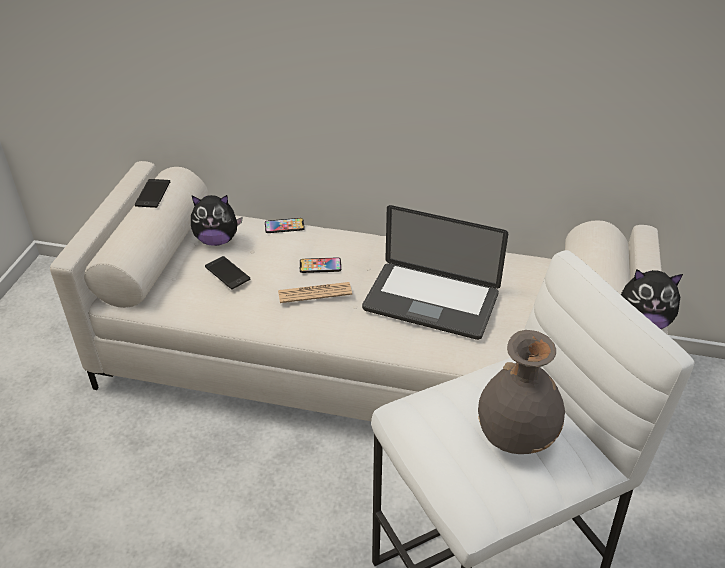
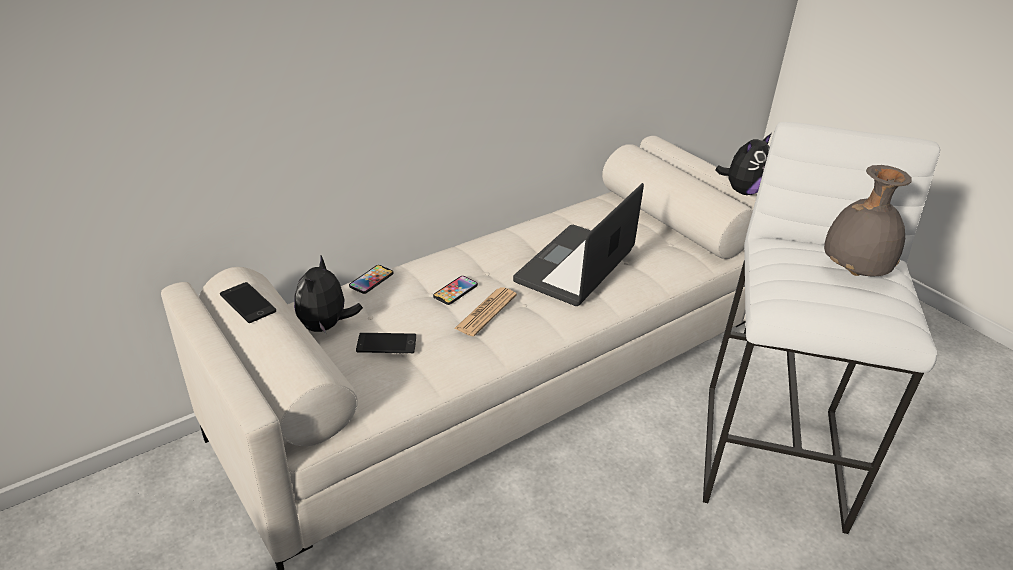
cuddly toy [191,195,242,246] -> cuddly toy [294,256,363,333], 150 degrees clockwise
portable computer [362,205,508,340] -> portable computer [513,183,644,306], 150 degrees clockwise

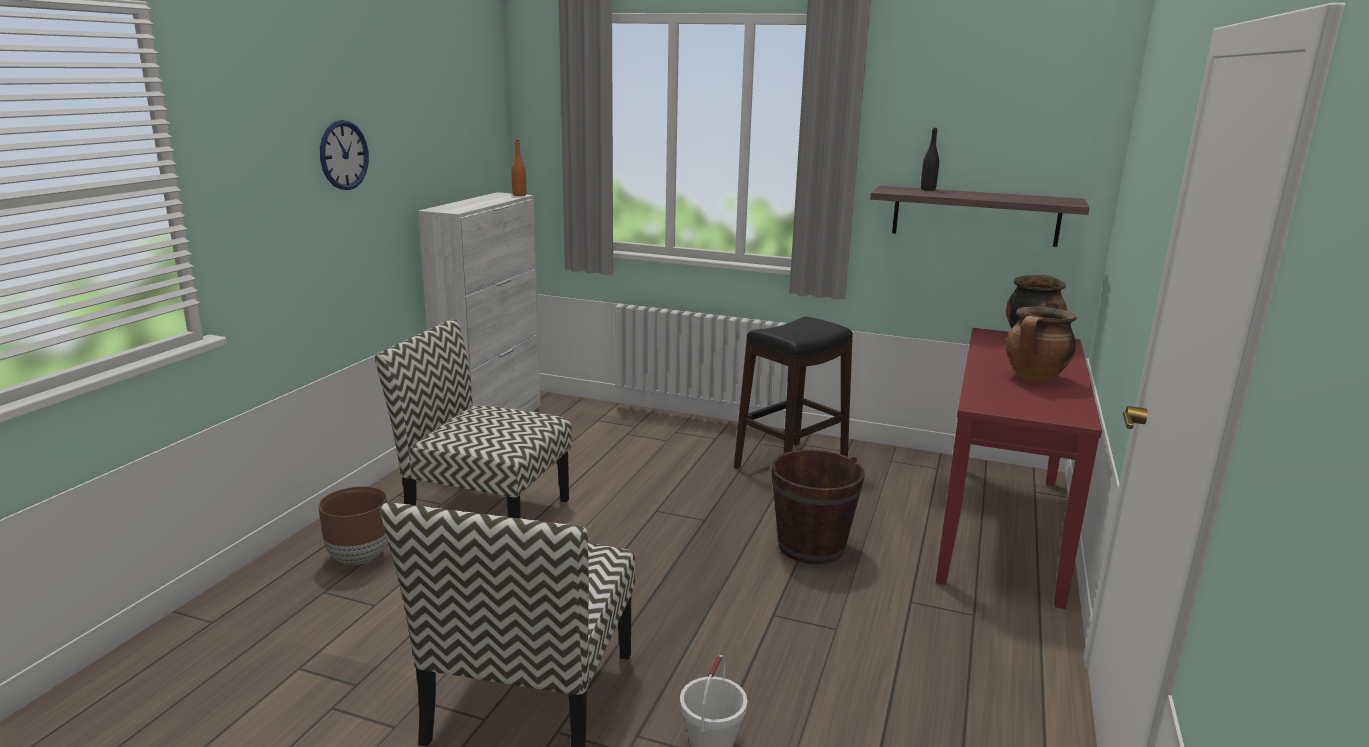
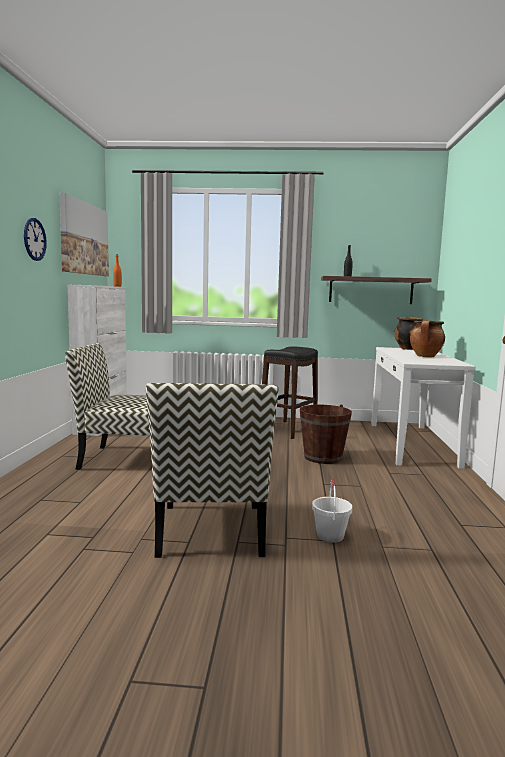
brownish planter [318,486,388,565] -> none
none -> wall picture [59,193,109,276]
red narrow table [936,328,1102,609] -> white narrow table [371,347,476,469]

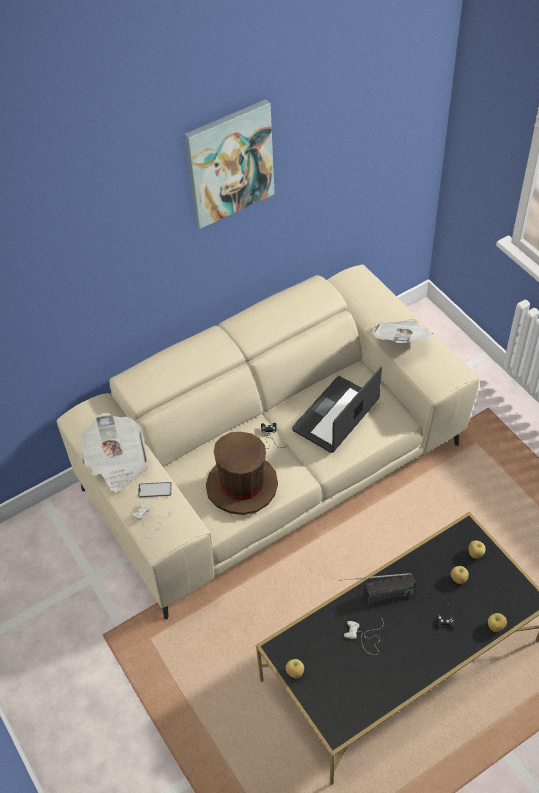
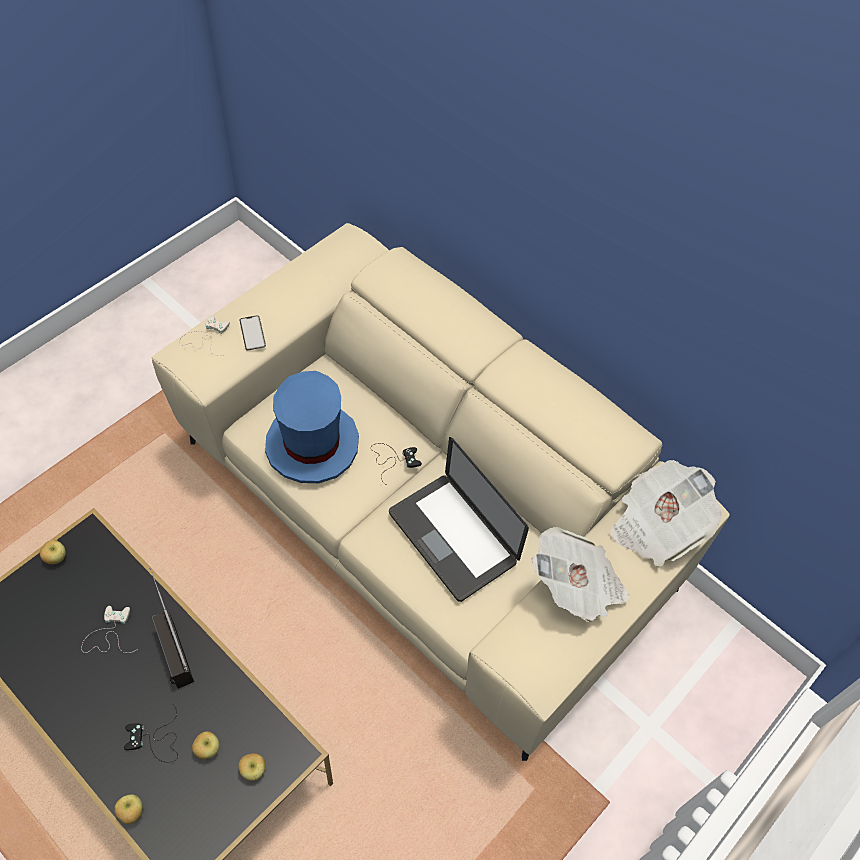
wall picture [185,99,275,229] -> none
printed paper [81,412,148,492] -> printed paper [610,460,722,567], move
brownish wearable hat [206,432,278,515] -> blue-coloured wearable hat [265,371,359,483]
portable computer [292,366,382,453] -> portable computer [389,437,529,602], 150 degrees counterclockwise

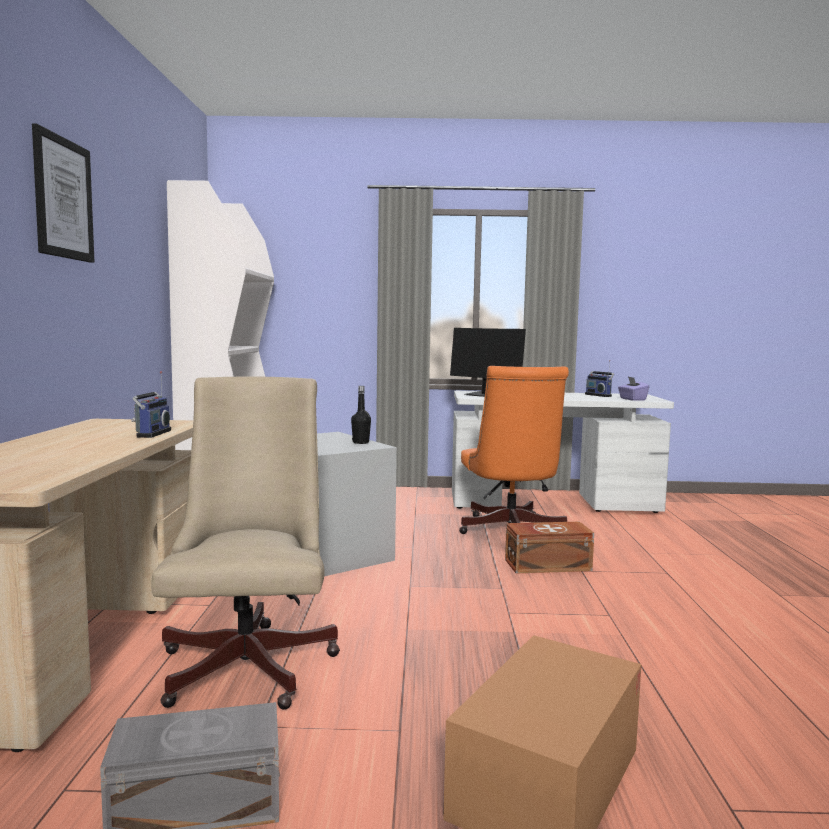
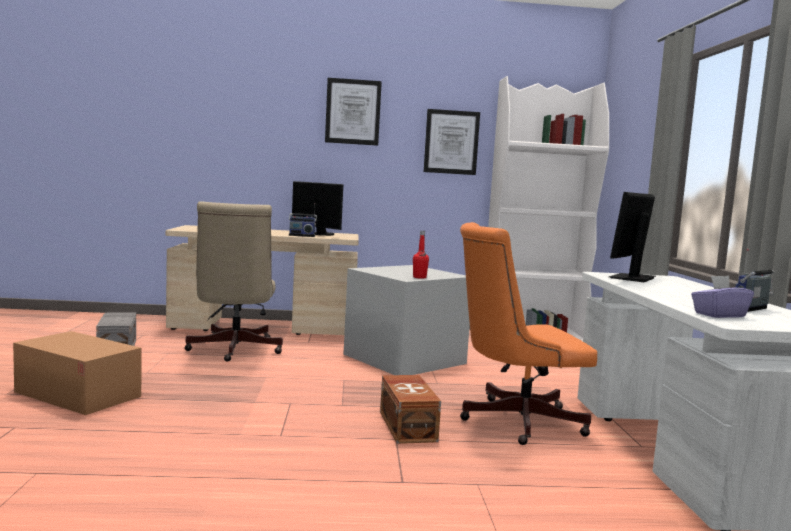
none -> monitor [292,181,343,236]
none -> wall picture [424,109,480,175]
black drink bottle [351,386,371,444] -> red drink bottle [413,231,429,279]
beige-coloured computer chair [151,376,340,710] -> beige-coloured computer chair [184,201,283,362], 90 degrees clockwise

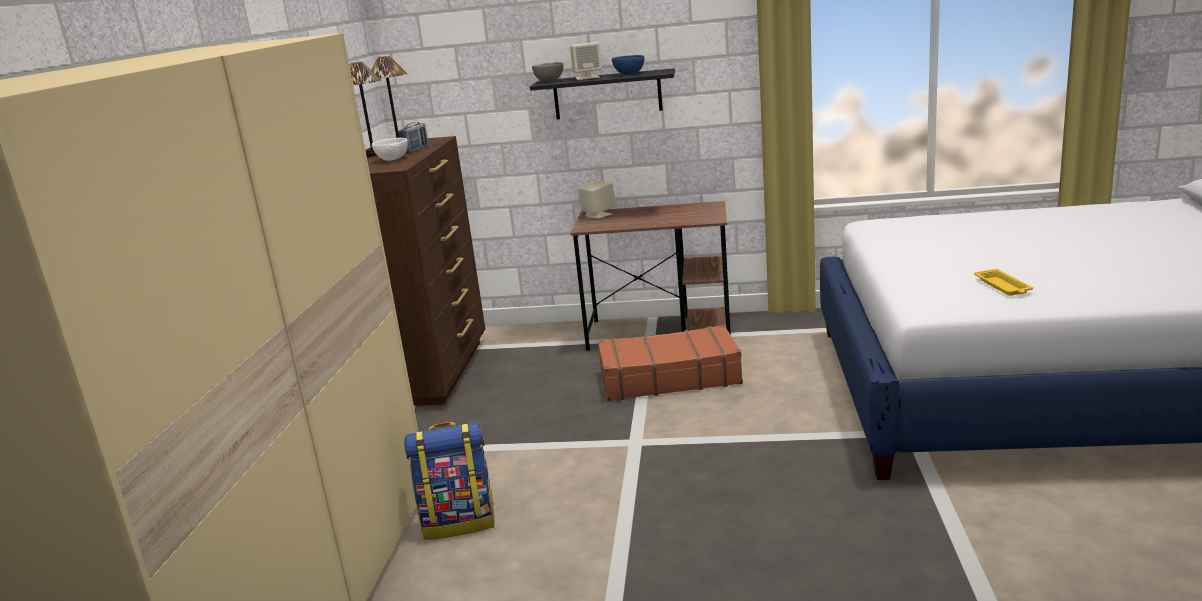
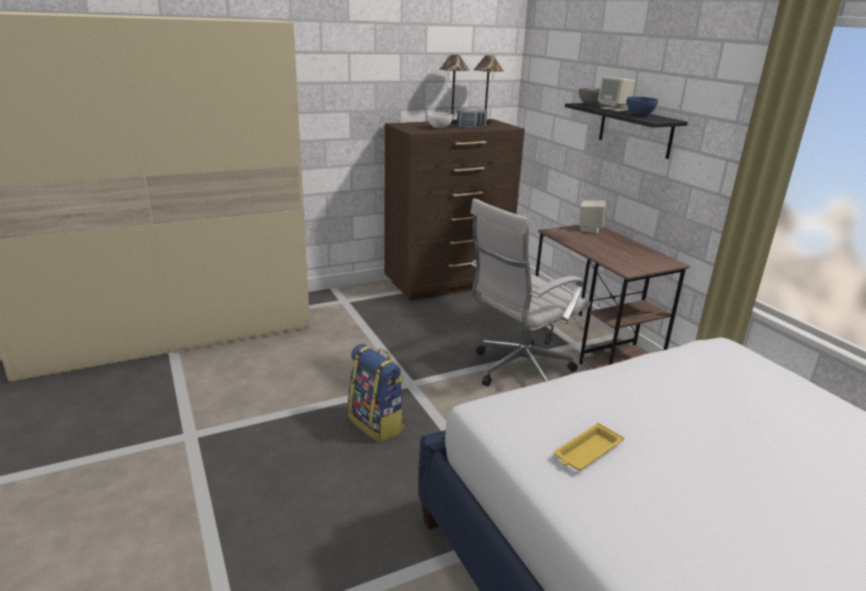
backpack [404,422,494,540] -> backpack [348,344,404,443], move
brownish travel case [598,325,743,401] -> white computer chair [470,198,591,386]

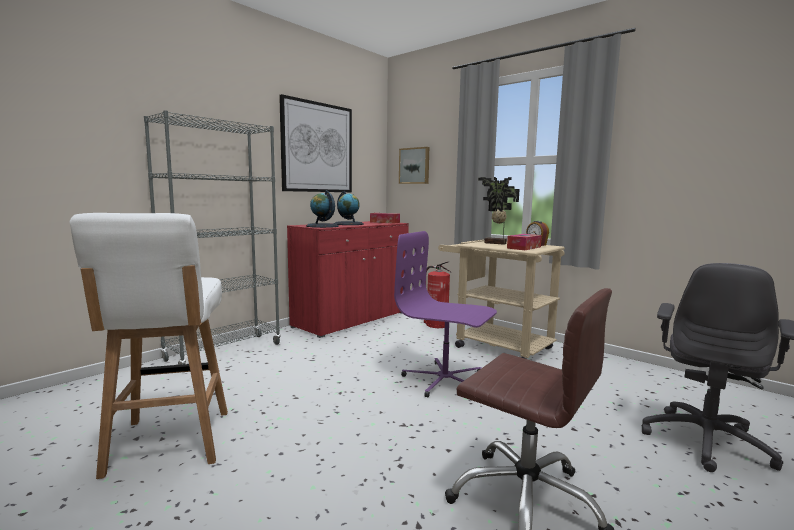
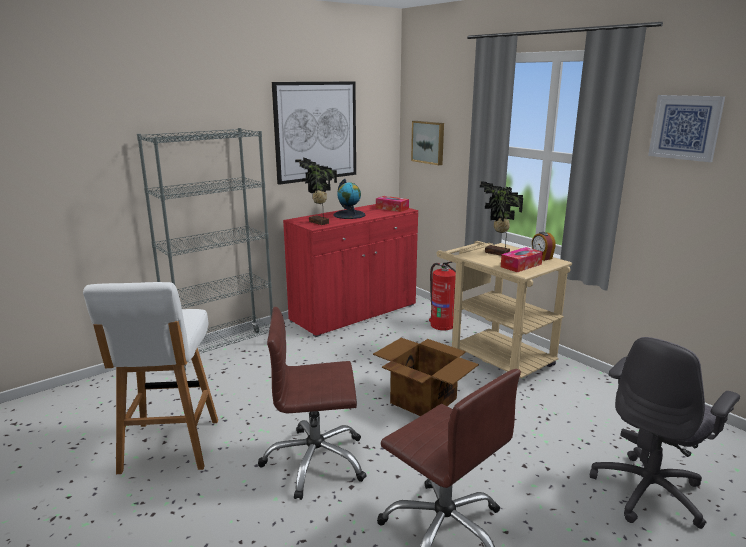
none -> brownish computer chair [258,307,367,500]
none -> wall picture [648,95,725,162]
world globe [306,190,339,228] -> plant in a pot [295,158,337,225]
purple computer chair [394,231,497,398] -> cardboard box [373,338,479,416]

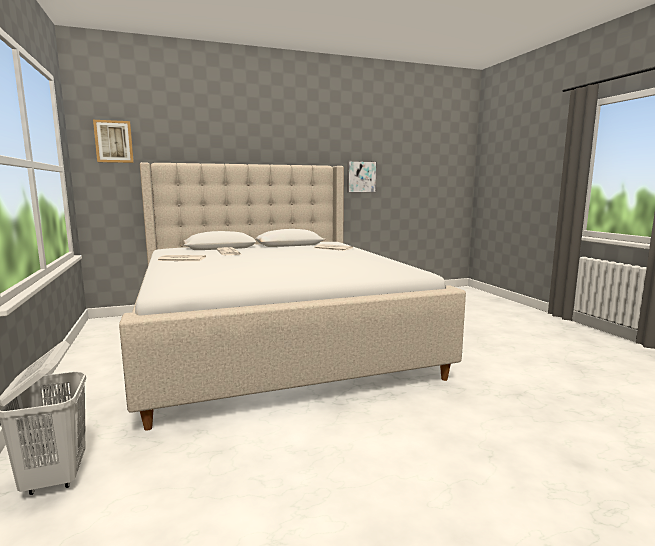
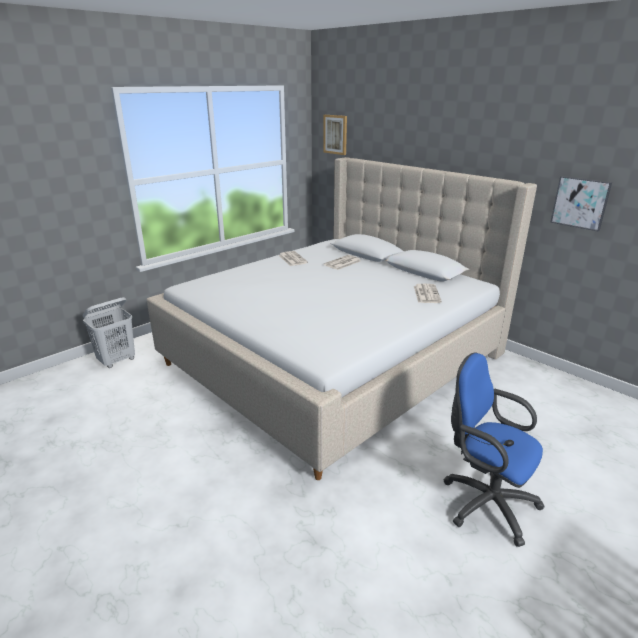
none -> blue-coloured computer chair [443,353,545,547]

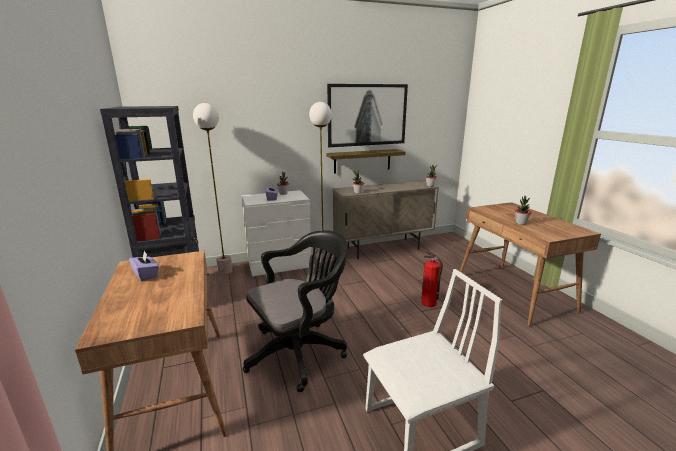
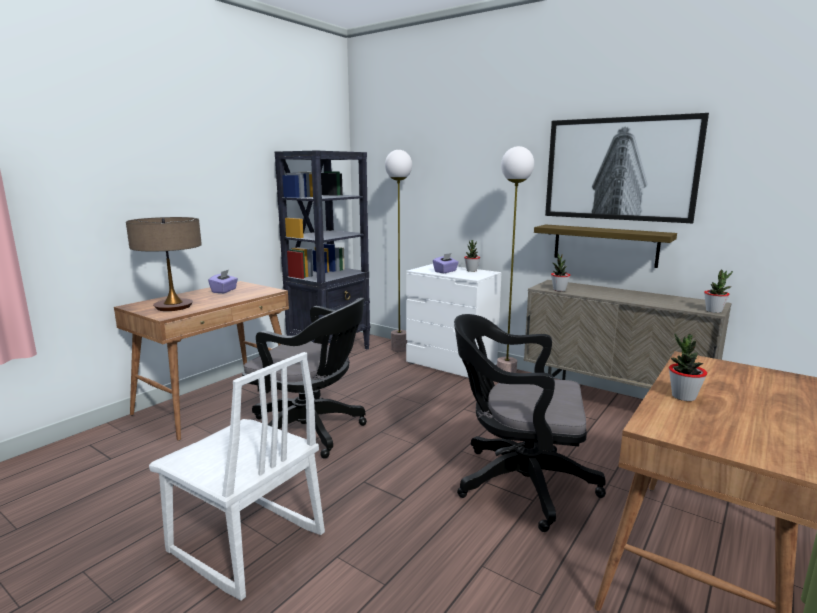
none -> table lamp [126,217,202,311]
extinguisher [421,251,443,307] -> black computer chair [454,314,606,532]

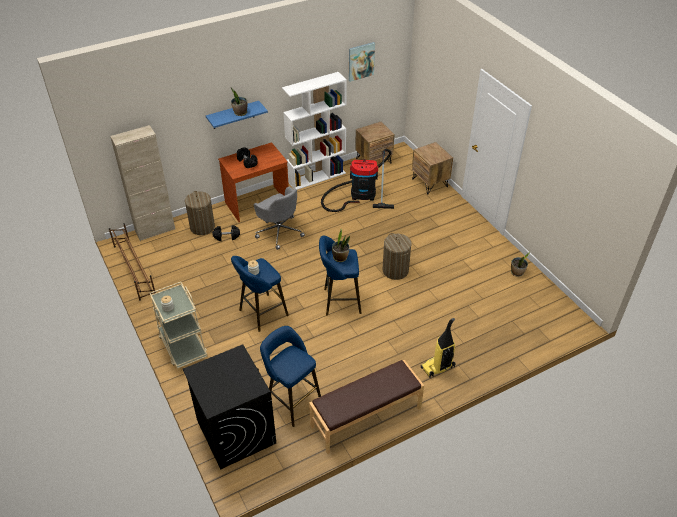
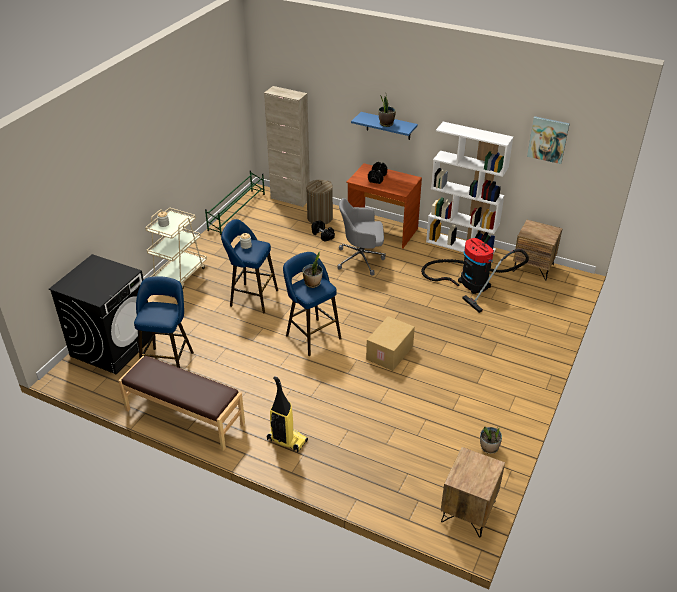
brownish nightstand [412,142,453,194] -> brownish nightstand [441,447,505,538], move
laundry basket [383,233,411,280] -> cardboard box [366,316,415,371]
brownish shoe rack [109,223,156,301] -> green shoe rack [205,170,265,235]
grey computer chair [253,187,305,250] -> grey computer chair [337,198,386,276], 75 degrees clockwise

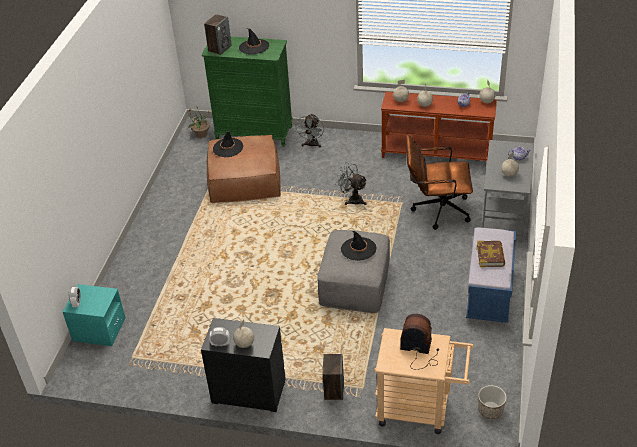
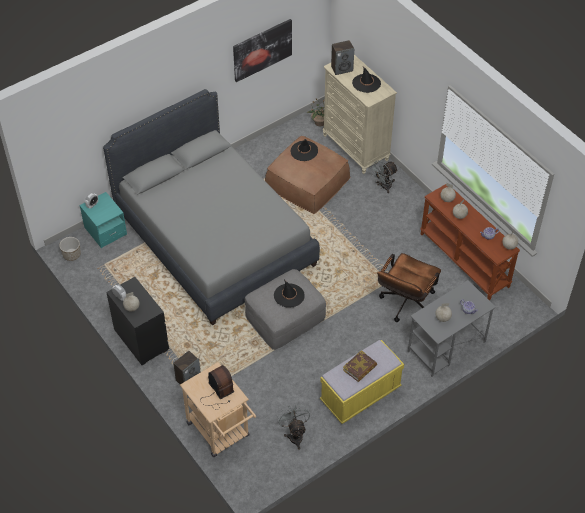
none -> grey sleeping bed [103,89,320,326]
none -> wall picture [233,19,292,82]
grey electric fan [336,162,367,205] -> grey electric fan [278,404,310,449], move
planter [478,385,507,419] -> planter [59,237,81,261], move
green drawer chest [202,36,293,147] -> beige-coloured drawer chest [323,55,397,174]
blue-coloured bench [466,227,516,323] -> yellow-coloured bench [320,340,404,424]
brownish computer chair [406,135,473,230] -> brownish computer chair [377,253,441,322], 105 degrees counterclockwise

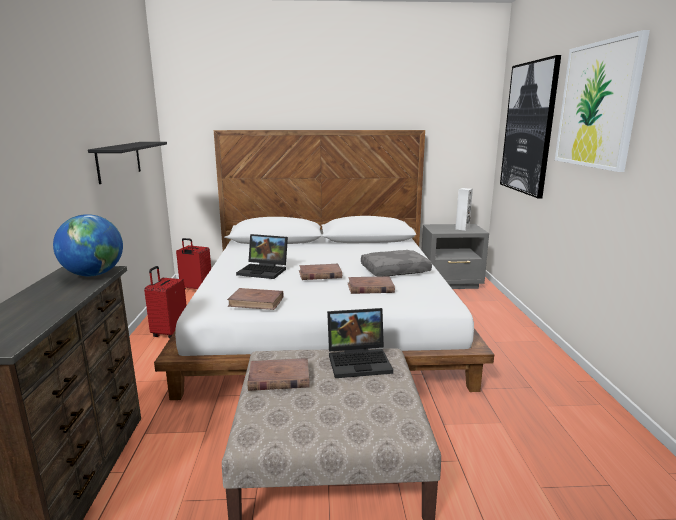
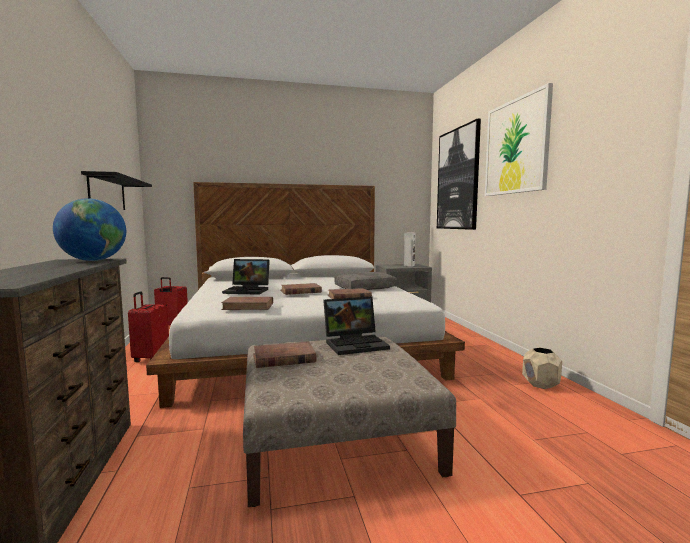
none -> beige-coloured planter [522,348,562,389]

